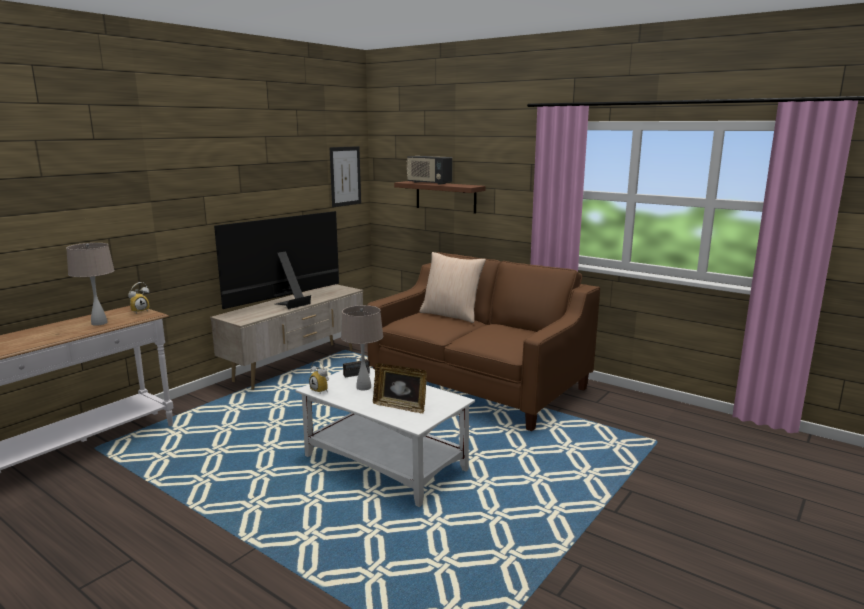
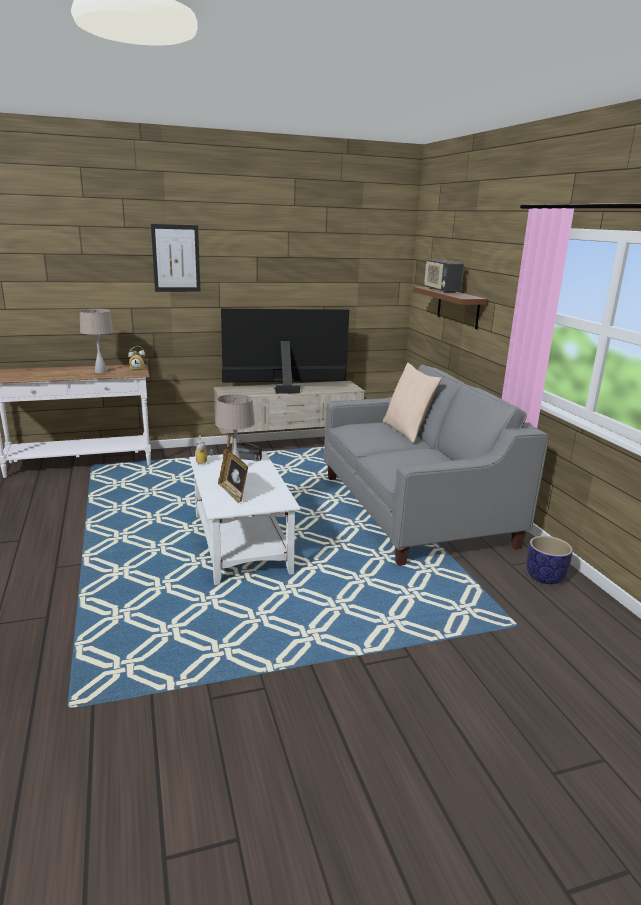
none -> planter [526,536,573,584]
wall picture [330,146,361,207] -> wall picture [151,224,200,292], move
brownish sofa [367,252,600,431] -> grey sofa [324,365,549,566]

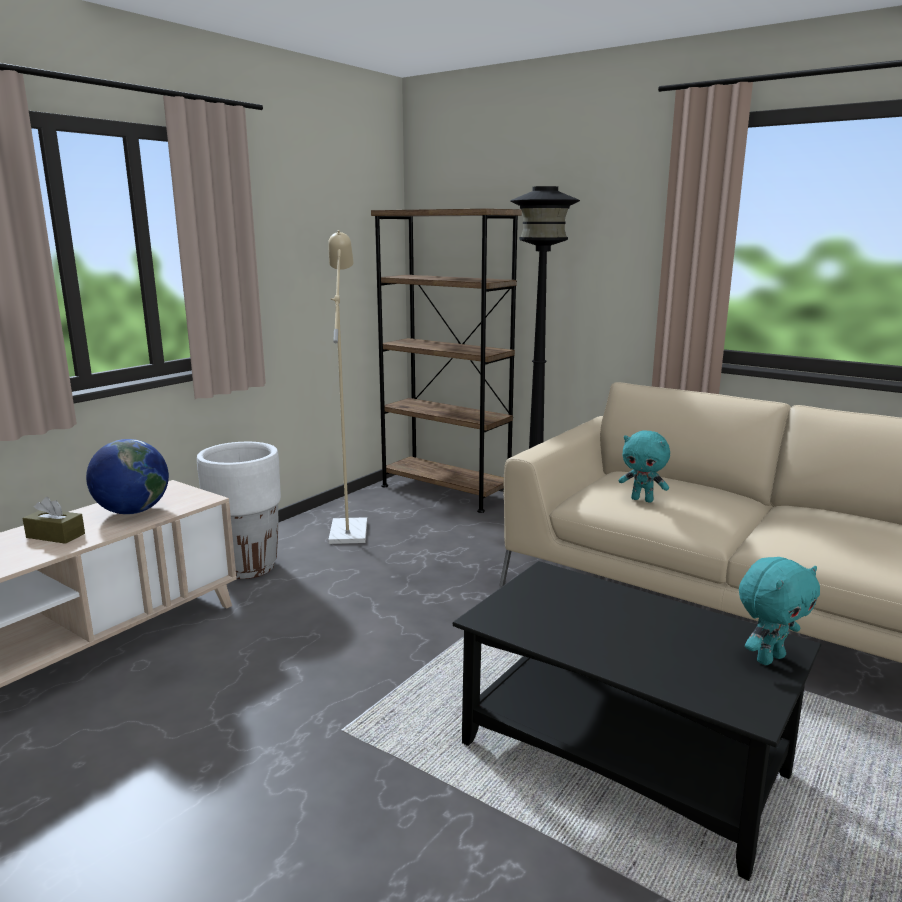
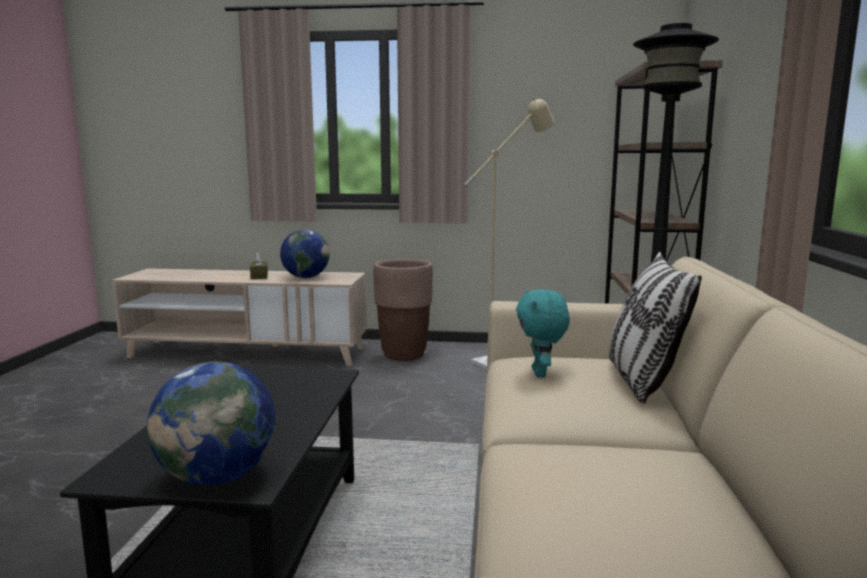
none -> pillow [609,252,702,404]
turquoise-coloured cuddly toy [739,557,820,665] -> world globe [147,361,276,485]
white planter [197,442,281,579] -> brownish planter [373,259,433,361]

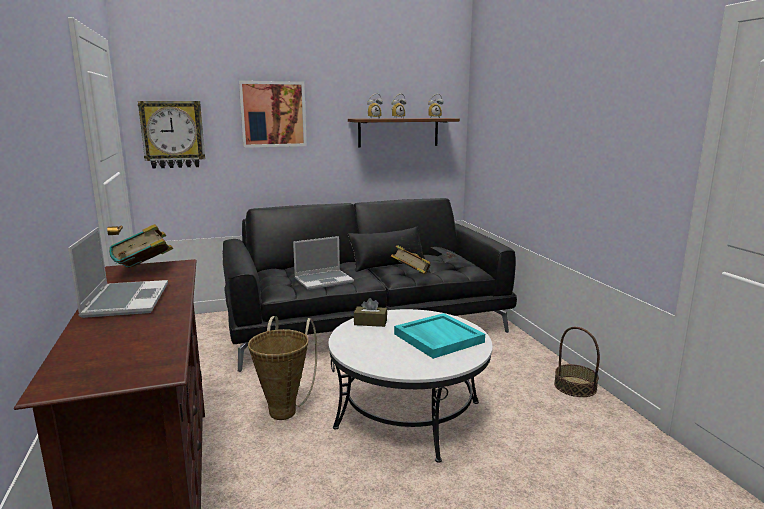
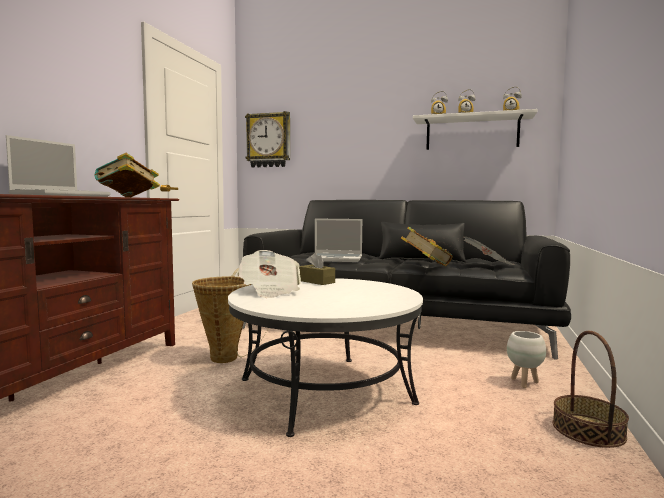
wall picture [239,81,307,148] -> none
turquoise-coloured carrying tray [394,313,485,359] -> none
none -> printed paper [237,250,301,298]
none -> white planter [507,331,546,388]
brownish bracket shelf [348,118,460,147] -> white bracket shelf [413,109,538,150]

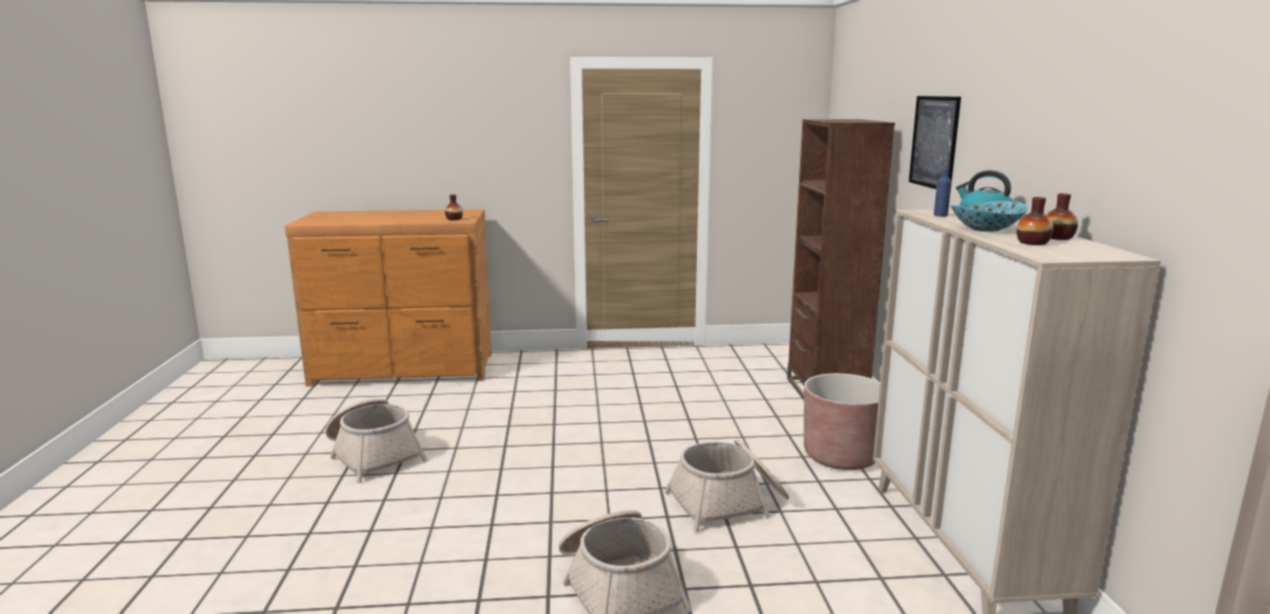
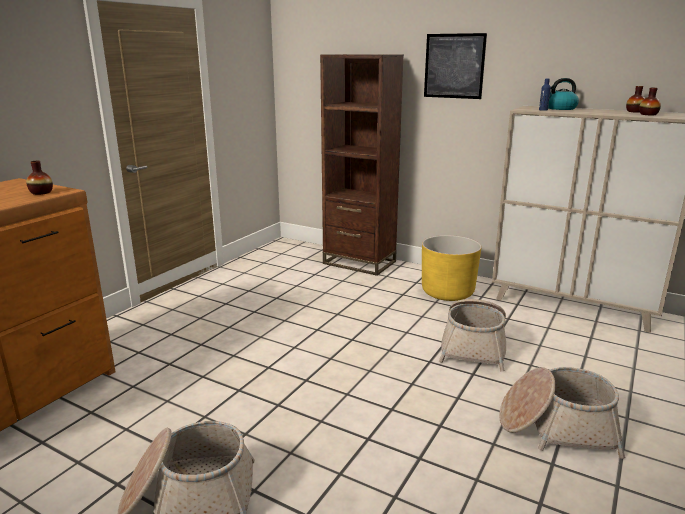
bowl [951,201,1028,232] -> none
brownish planter [804,373,880,470] -> yellow-coloured planter [422,235,482,301]

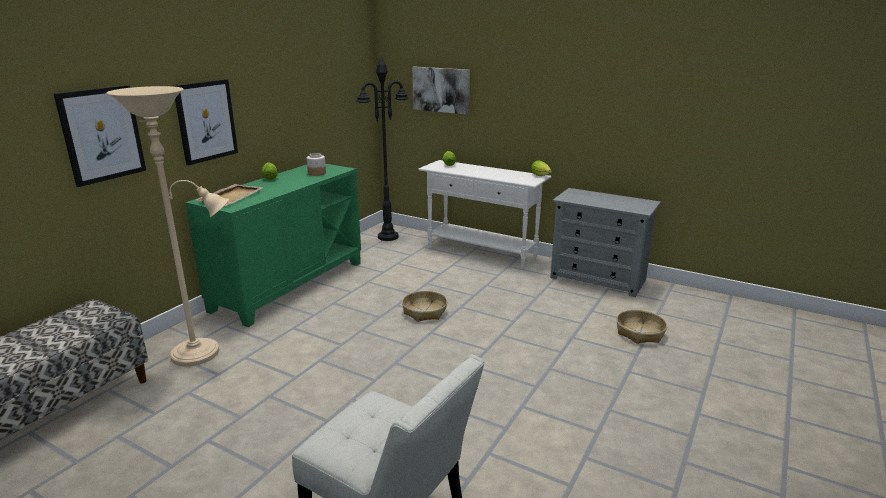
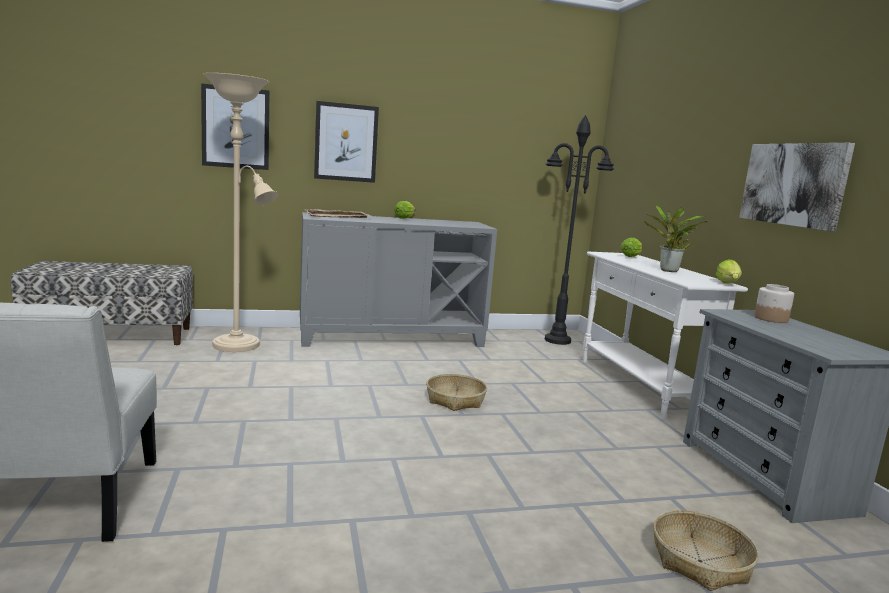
none -> plant in a pot [644,206,707,272]
storage jar [307,153,326,176] -> storage jar [754,284,794,323], move
wall picture [412,66,470,115] -> wall picture [739,143,855,232], move
green storage cabinet [185,164,361,327] -> grey storage cabinet [300,212,497,347]

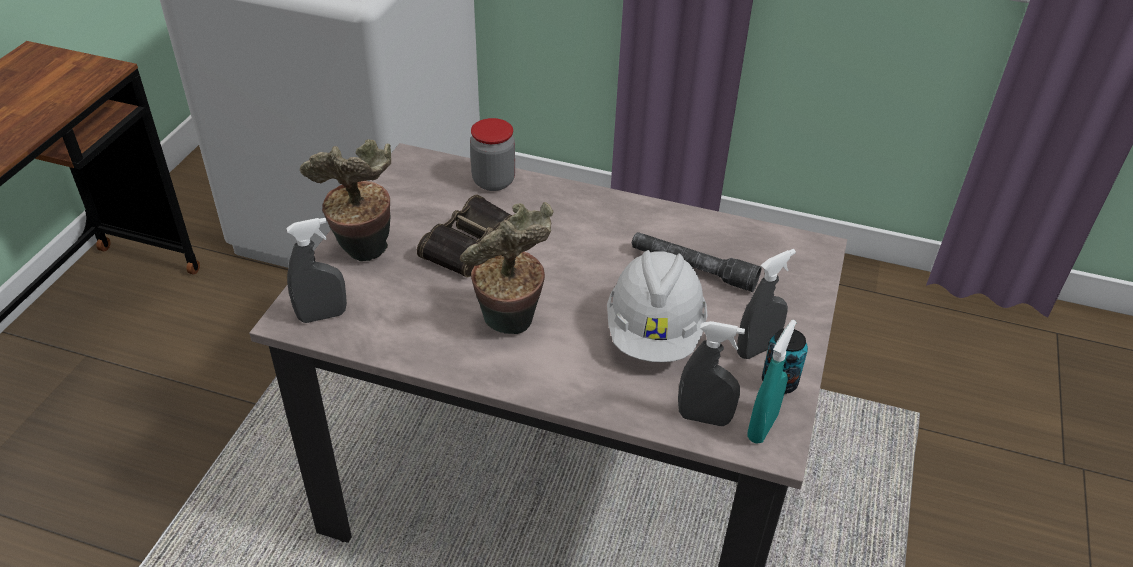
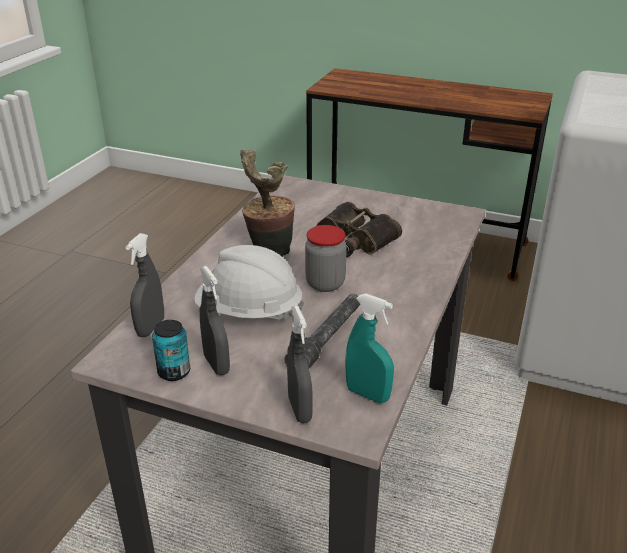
plant in a pot [300,139,391,261] -> none
grey hand sprayer [286,218,347,323] -> grey hand sprayer [287,306,313,423], move
storage jar [470,118,515,191] -> storage jar [305,225,347,292], move
turquoise-coloured hand sprayer [747,320,796,444] -> turquoise-coloured hand sprayer [345,293,394,403], move

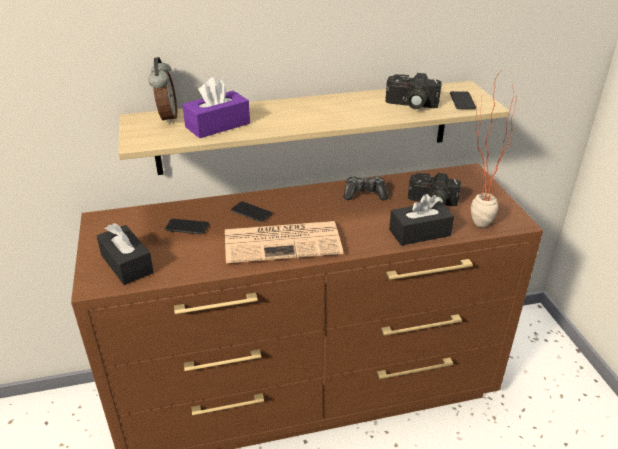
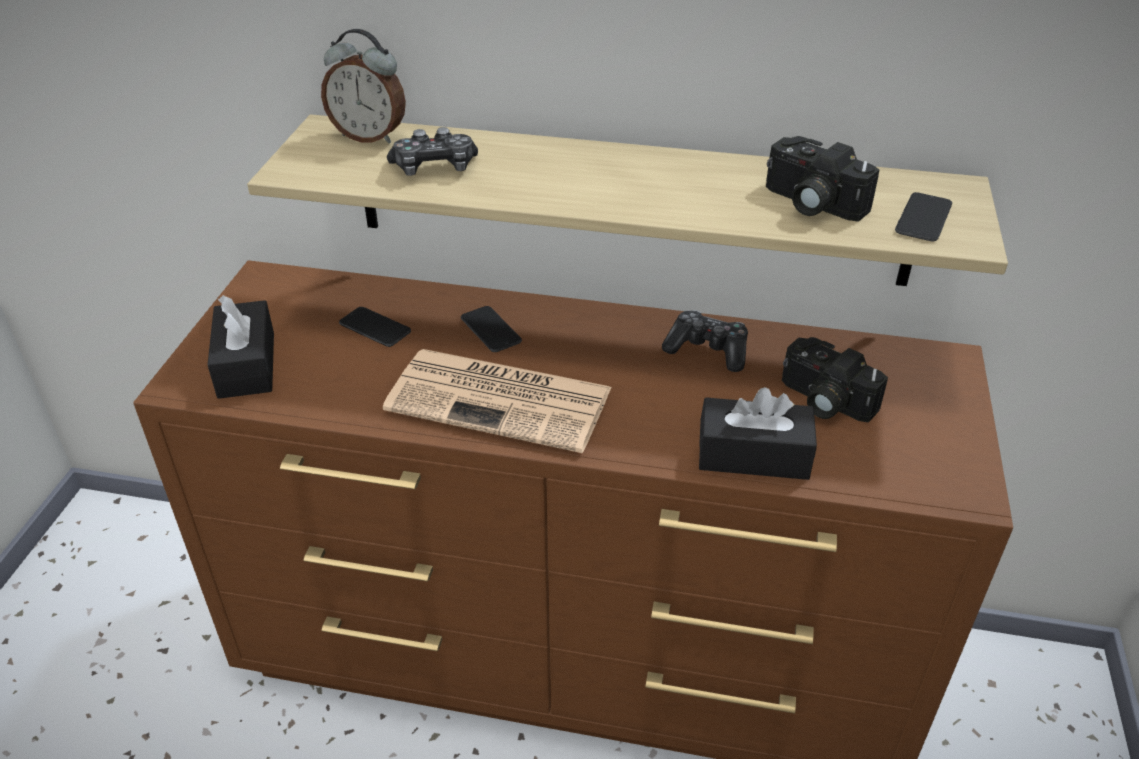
plant in a pot [471,72,517,228] -> none
purple tissue holder [182,77,250,138] -> gamepad [387,127,478,176]
bedside clock [148,57,177,124] -> bedside clock [321,29,406,144], 90 degrees clockwise

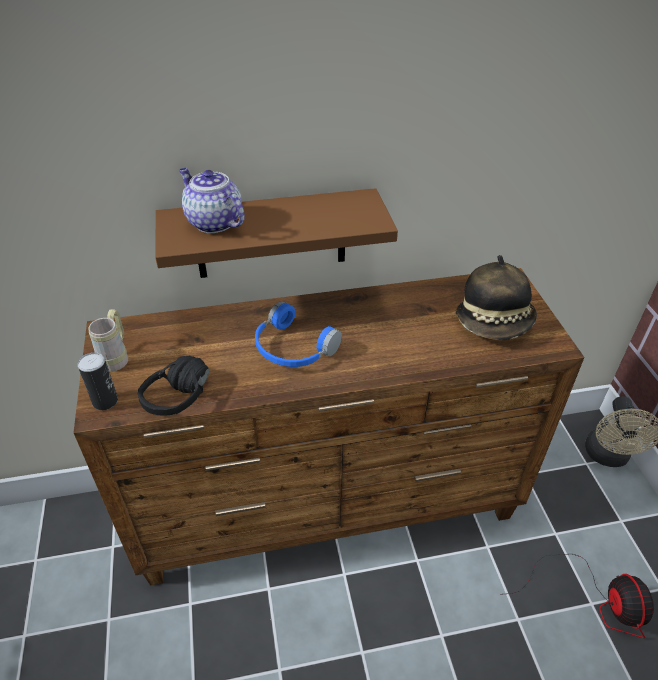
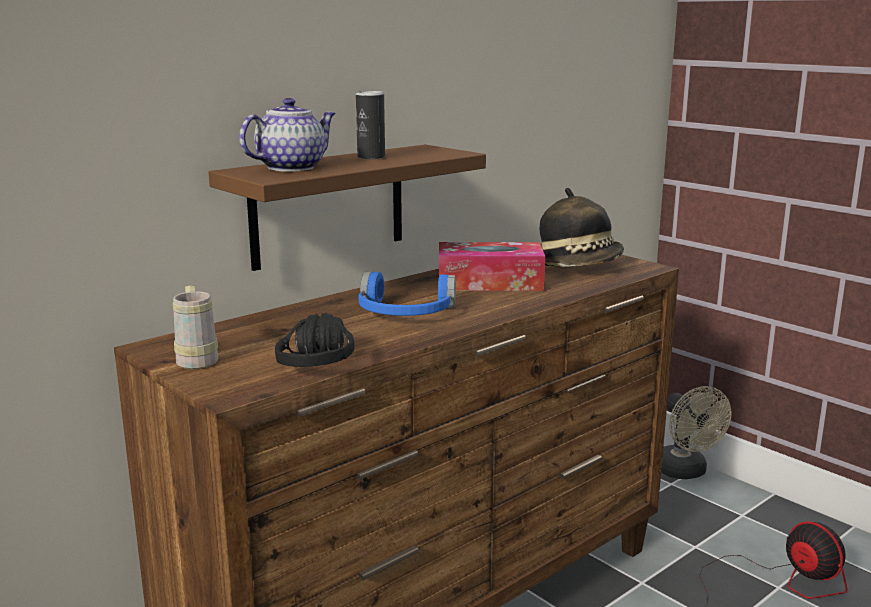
none -> tissue holder [439,242,545,291]
sealed can [78,352,118,410] -> sealed can [356,91,385,160], move
pot for tea [179,168,245,233] -> pot for tea [239,98,335,172], 120 degrees clockwise

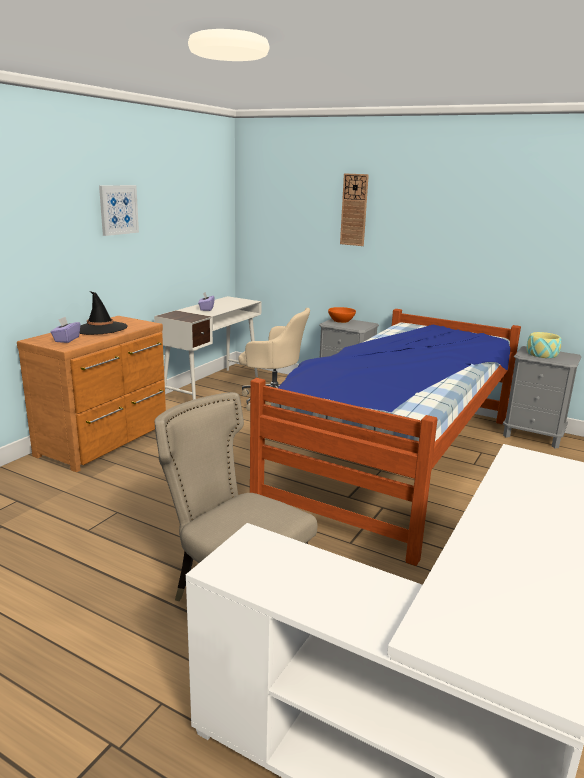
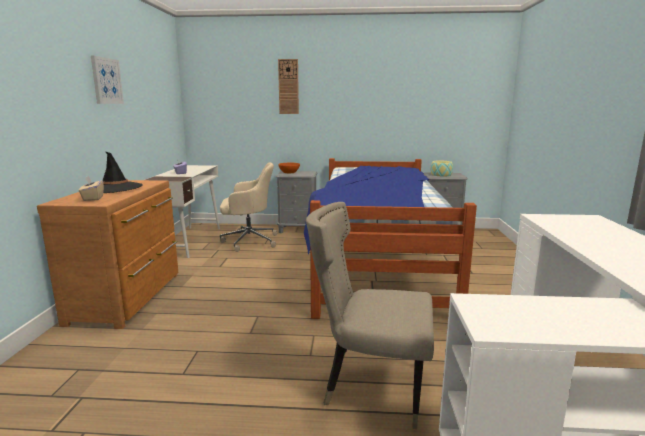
purple tissue holder [51,317,80,343] -> beige-coloured tissue holder [79,176,104,201]

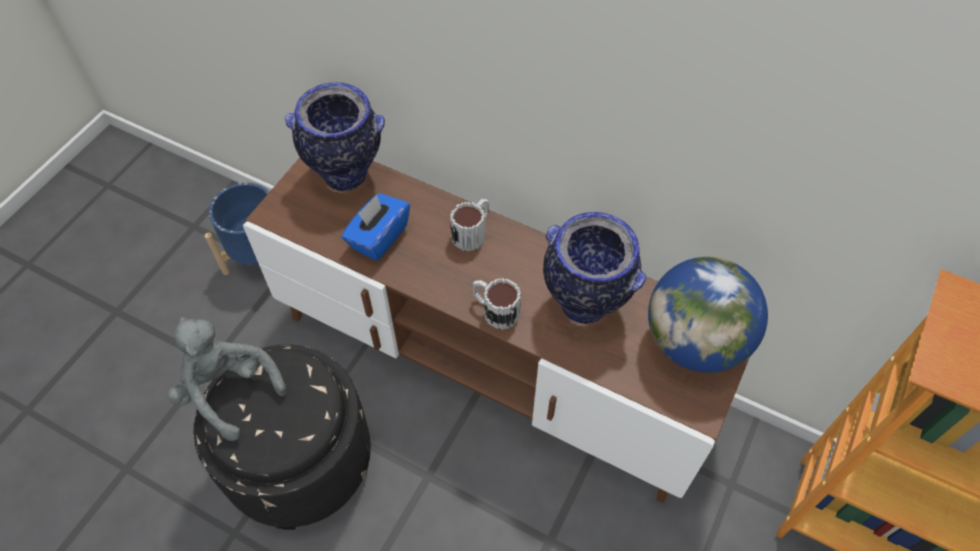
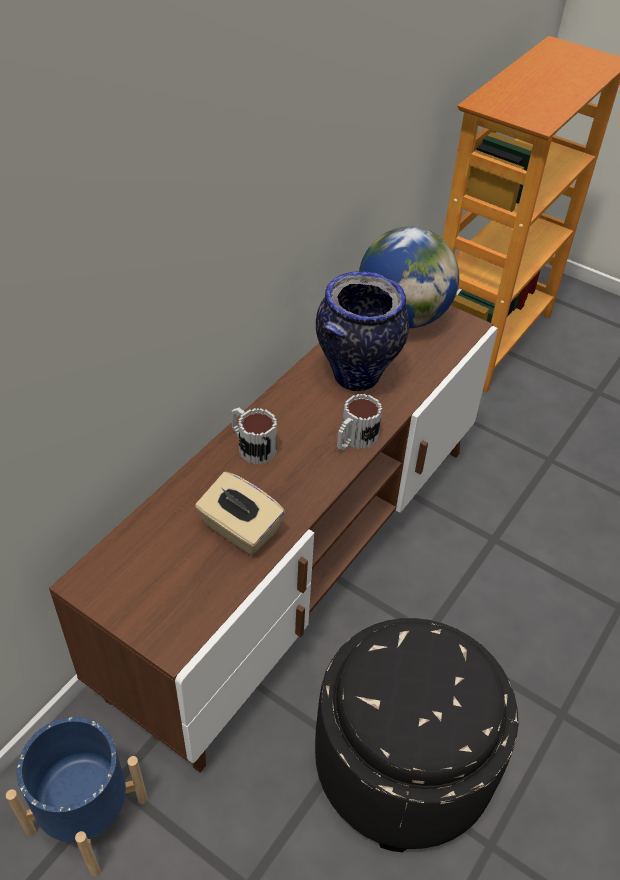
grey cuddly toy [168,317,286,441] -> none
decorative vase [285,83,385,191] -> none
blue-coloured tissue holder [342,193,410,261] -> beige-coloured tissue holder [195,472,285,555]

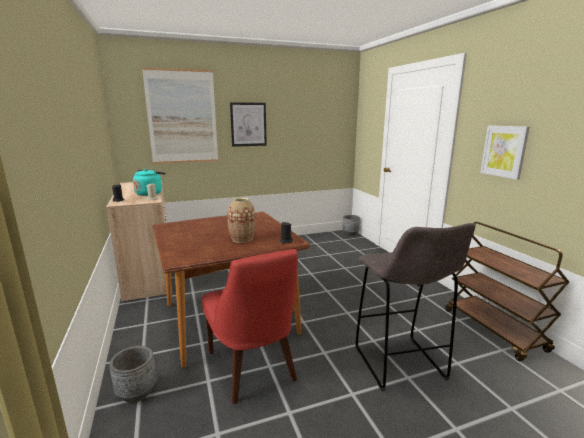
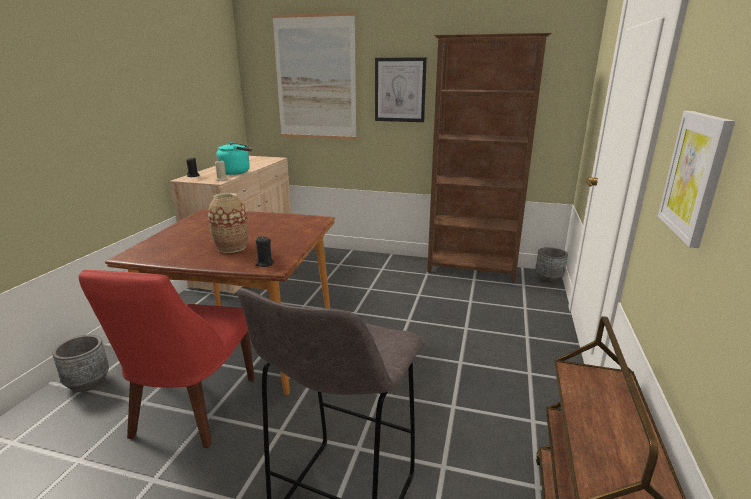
none -> brownish bookshelf [427,33,551,282]

